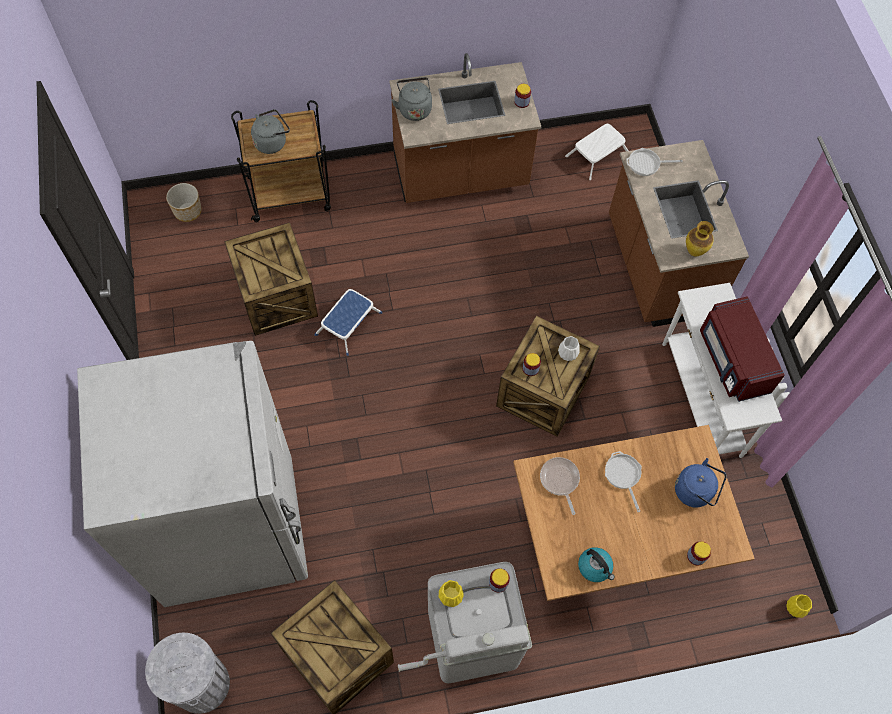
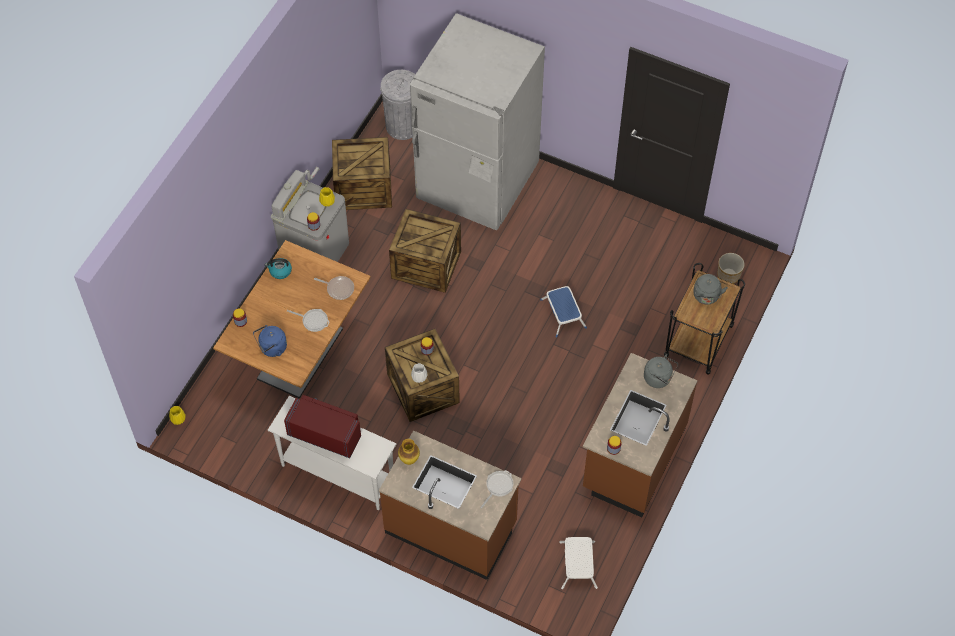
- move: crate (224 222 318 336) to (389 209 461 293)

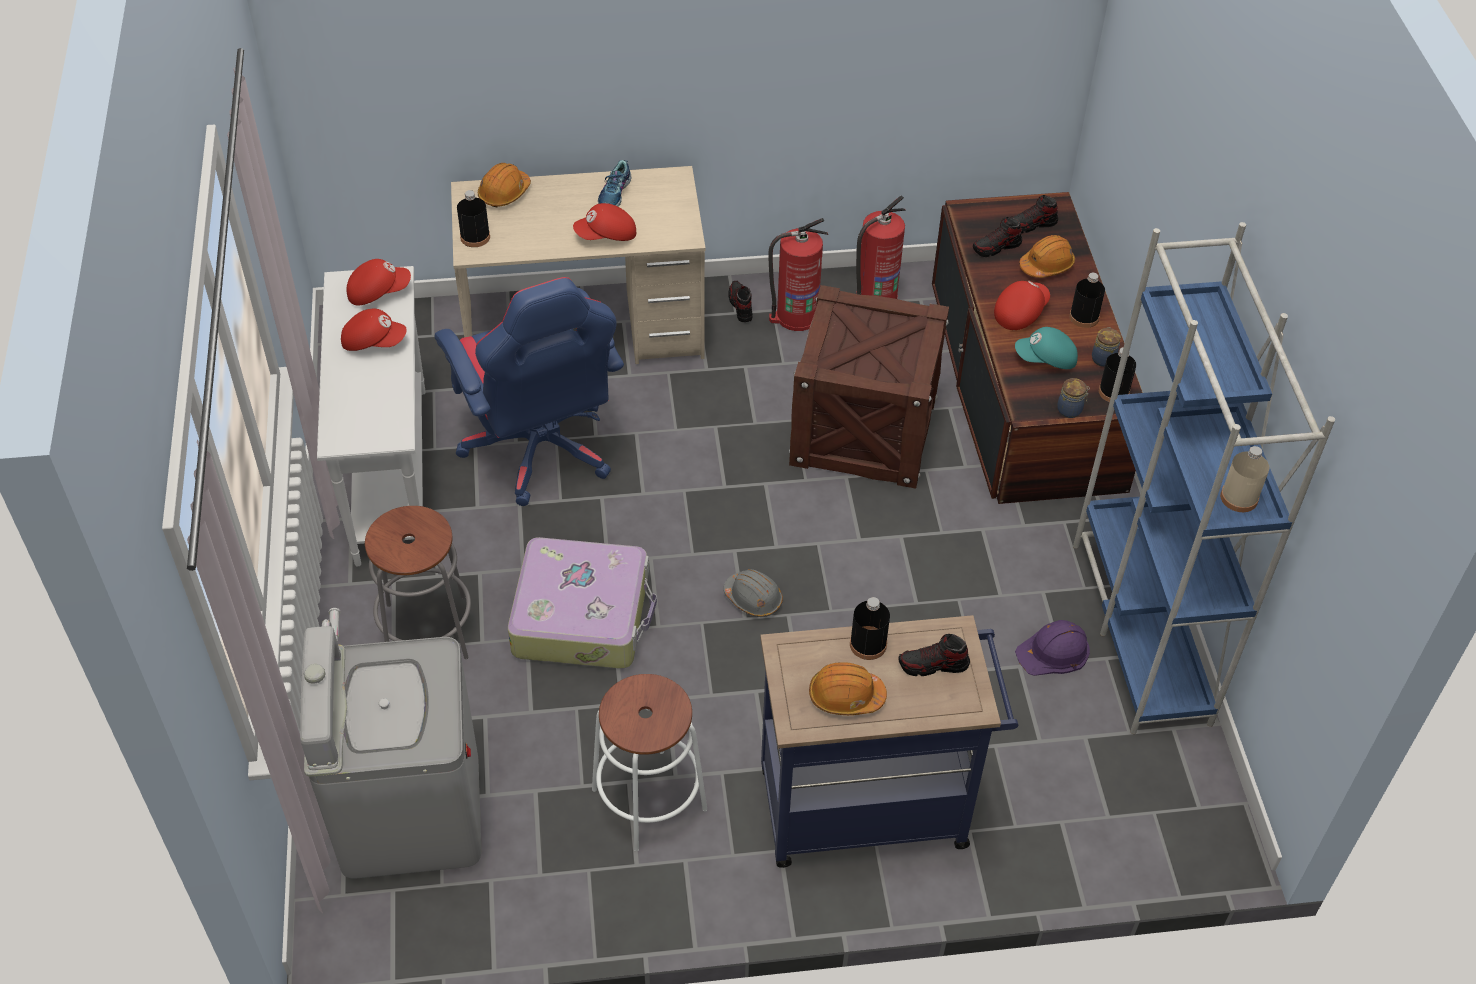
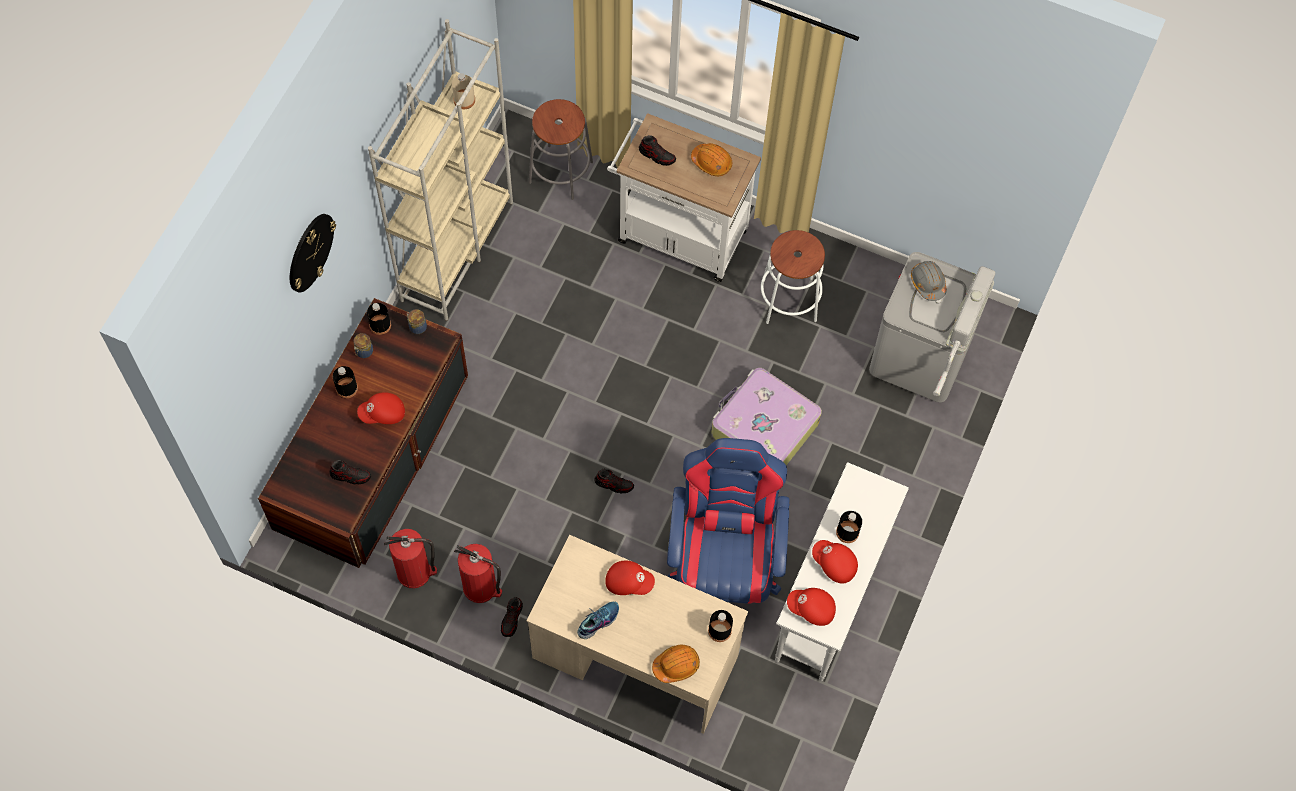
- move: stool (grey) (365 506 471 659) to (529 99 593 200)
- move: hard hat (grey) (723 569 783 617) to (911 261 947 301)
- recolor: cart (blue) (760 615 1018 868) to cart (white) (607 113 761 283)
- delete: crate (789 285 949 489)
- move: bottle (black) (850 597 890 660) to (836 511 862 543)
- move: shoe (1011 195 1058 233) to (594 468 634 493)
- delete: cap (turquoise) (1015 327 1078 369)
- delete: hard hat (purple) (1015 620 1090 676)
- delete: hard hat (orange) (1019 235 1075 278)
- recolor: bookcase (blue) (1073 222 1335 734) to bookcase (beige) (368 19 513 321)
- insert: wall clock (290 214 336 292)

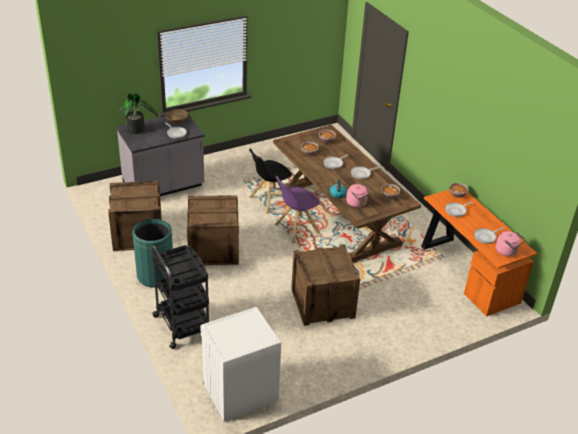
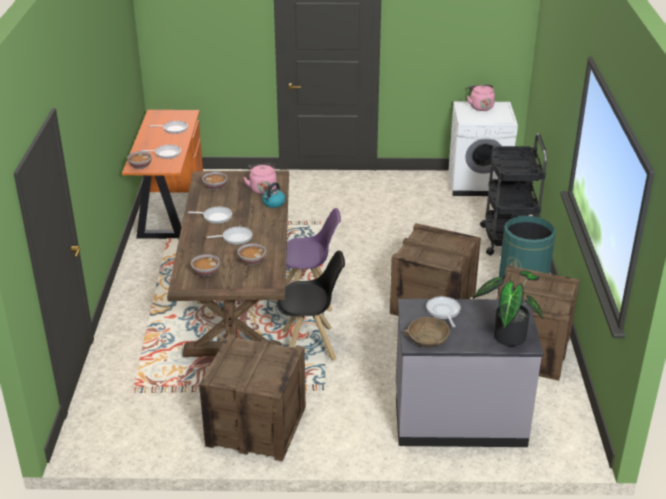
- move: crate (291 244 360 326) to (199 334 306 462)
- move: kettle (pink) (496 231 526 256) to (467 84 495 111)

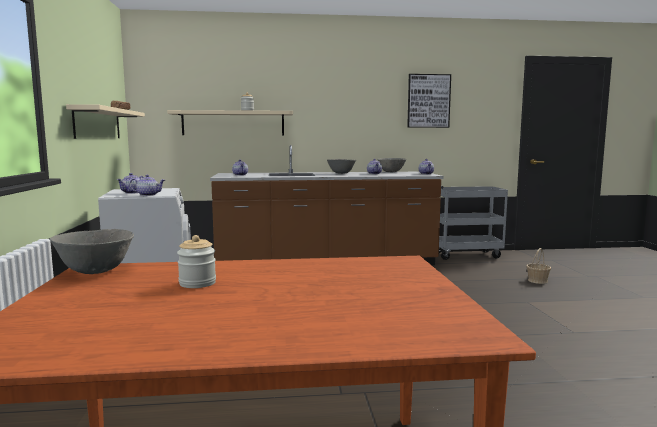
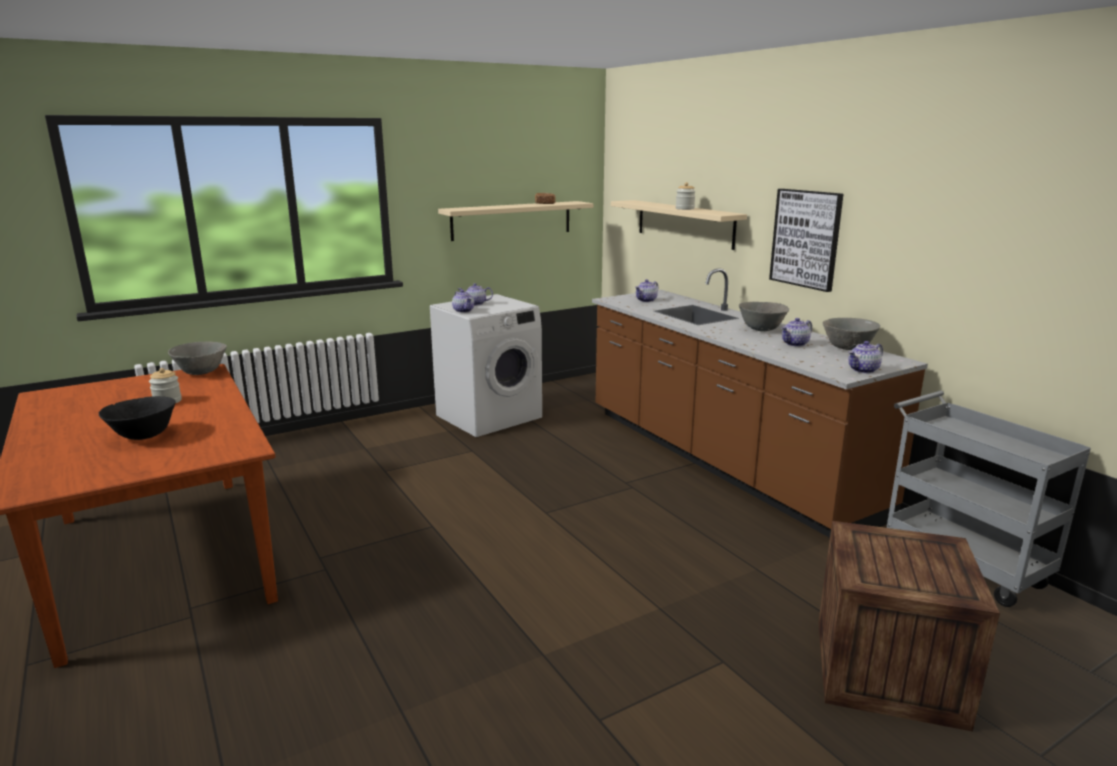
- move: picture (407 74 451 128) to (769 189 843 292)
- replace: basket (526 248 551 284) to crate (819 521 1000 732)
- insert: bowl (black) (99 396 175 440)

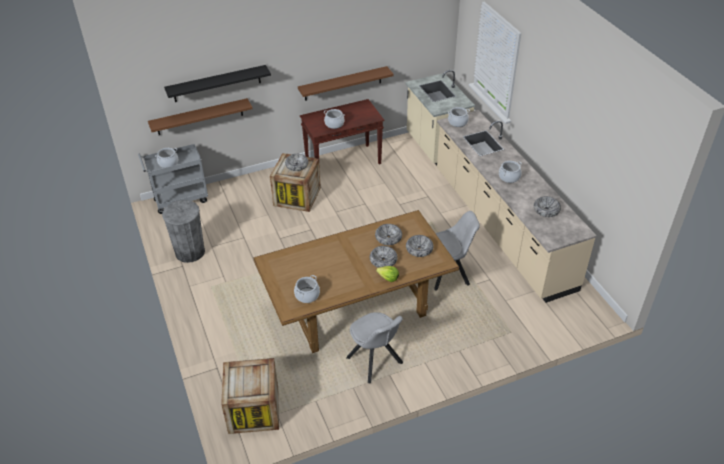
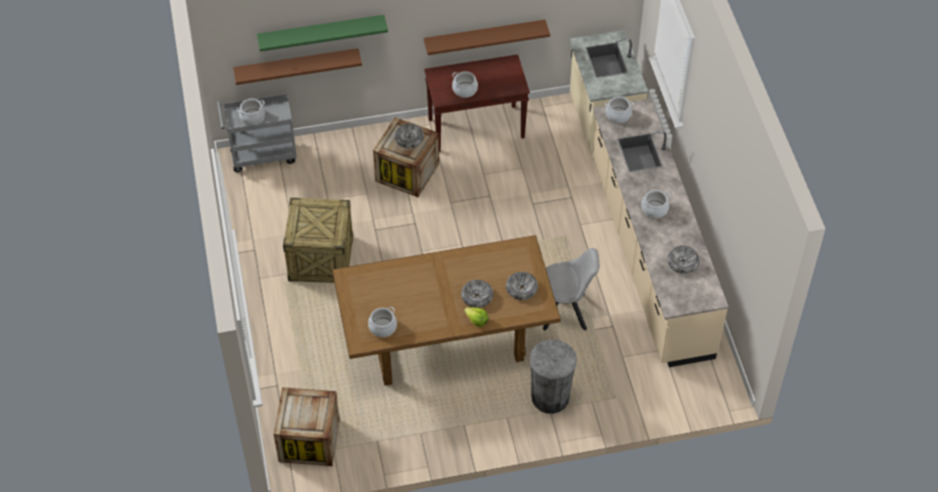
- move: trash can (grey) (162 200 205 263) to (529 340 577 414)
- recolor: shelf (black) (164 65 271 102) to shelf (green) (257 15 388 52)
- delete: chair (grey) (346 312 403 384)
- delete: bowl (375 224 402 245)
- insert: crate (283 198 353 283)

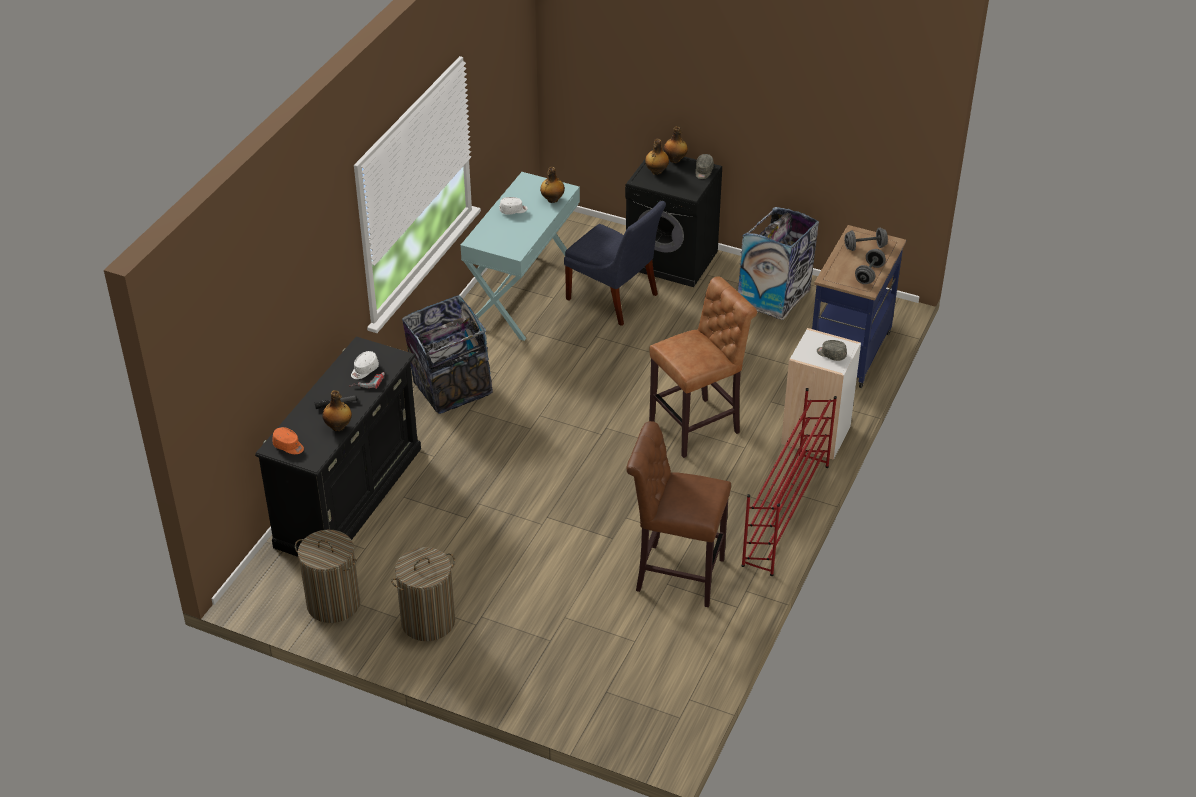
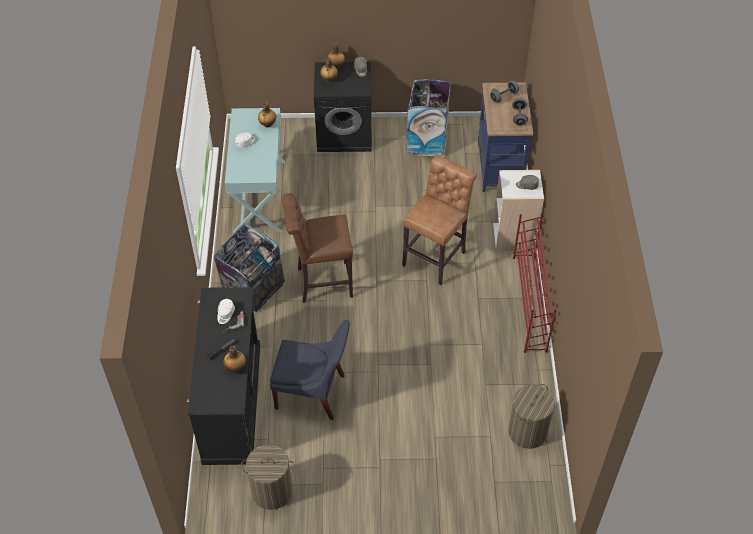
- delete: cap (orange) (272 427 304 454)
- move: laundry basket (391 547 455 641) to (508 384 555 449)
- move: chair (blue) (564 201 666 326) to (270 320 350 420)
- move: stool (brown) (626 421 731 607) to (283 193 353 303)

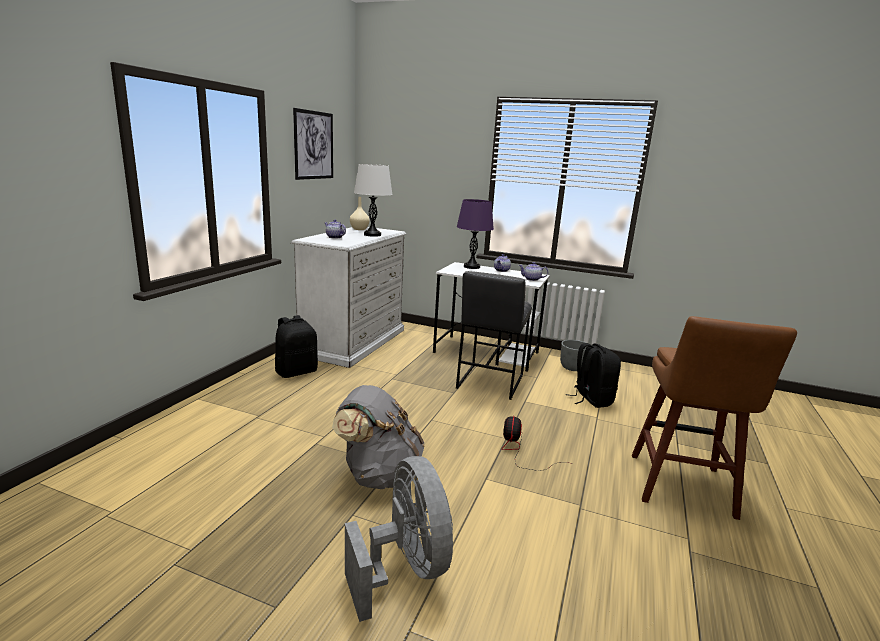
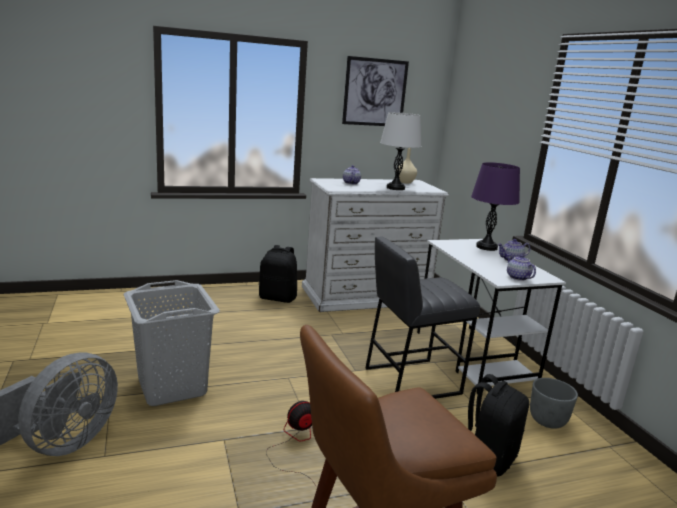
- replace: backpack (grey) (332 385 425 489) to laundry basket (grey) (123 280 220 406)

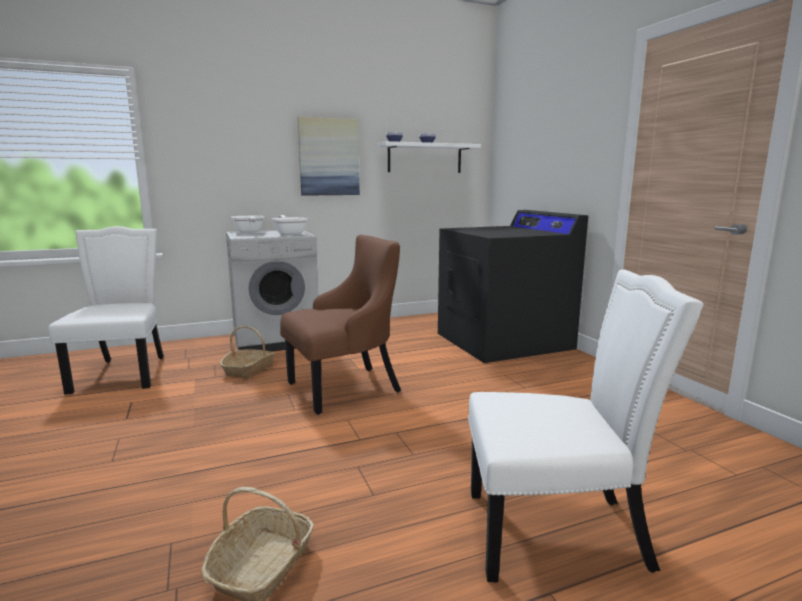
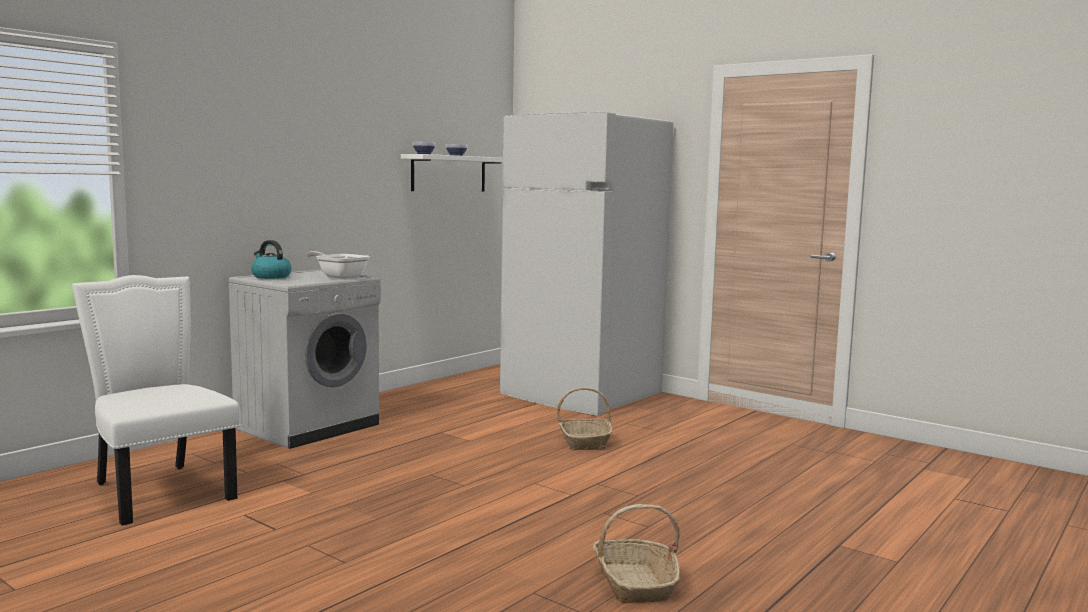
- move: basket (220 326 276 378) to (557 388 613 450)
- replace: frying pan (231 215 264 233) to kettle (251 240 291 279)
- delete: chair (brown) (280 235 401 415)
- delete: picture (298 117 360 196)
- replace: washing machine (black) (438 210 588 363) to fridge (white) (500 112 674 416)
- delete: chair (white) (468 269 704 582)

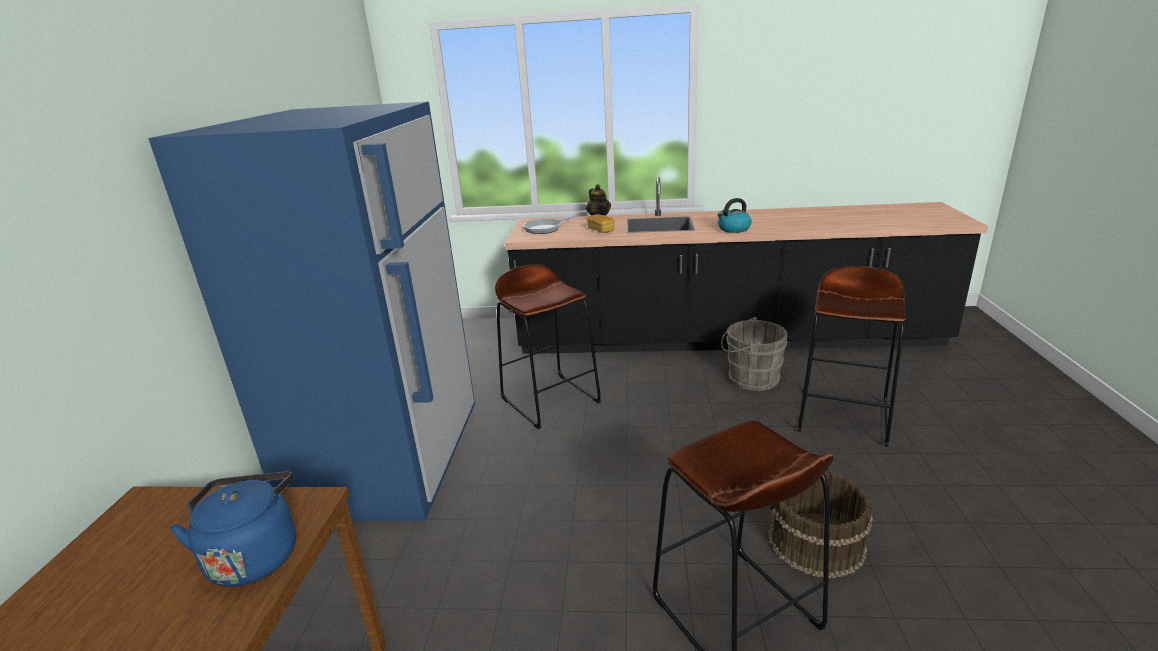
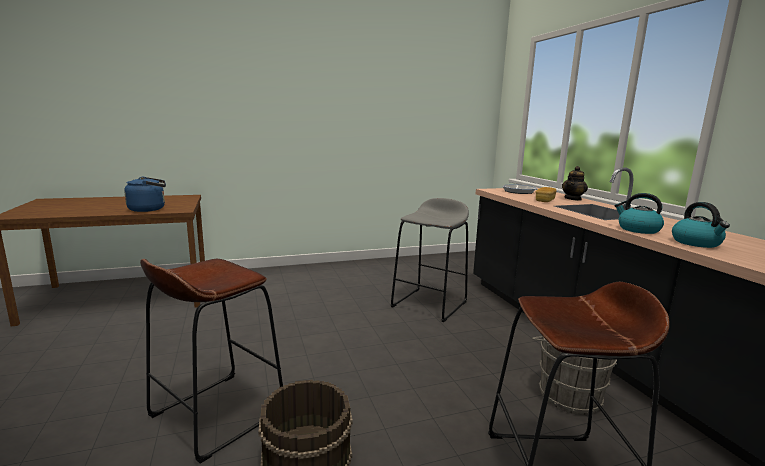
- delete: fridge (blue) (148 101 475 521)
- recolor: stool (brown) (495 265 601 429) to stool (grey) (391 198 469 322)
- insert: kettle (672 202 730 248)

